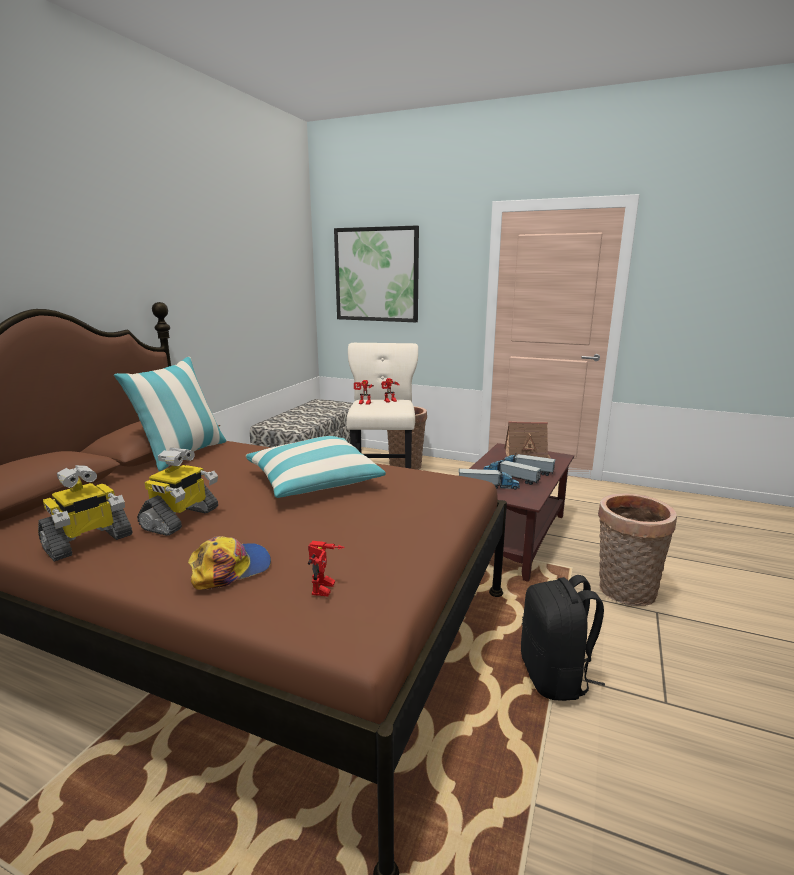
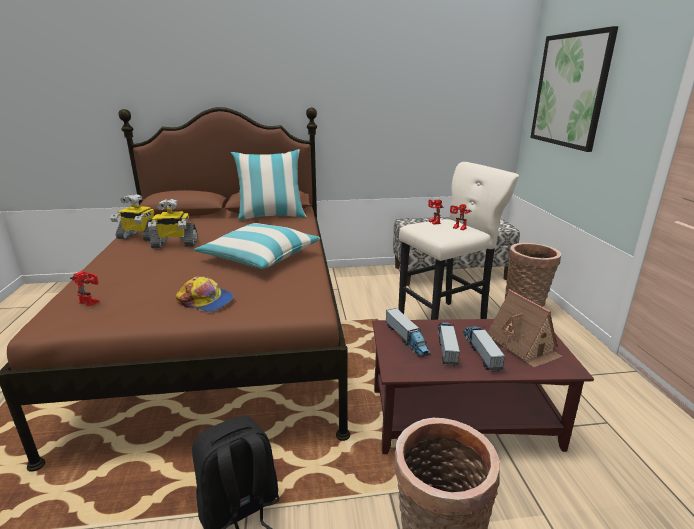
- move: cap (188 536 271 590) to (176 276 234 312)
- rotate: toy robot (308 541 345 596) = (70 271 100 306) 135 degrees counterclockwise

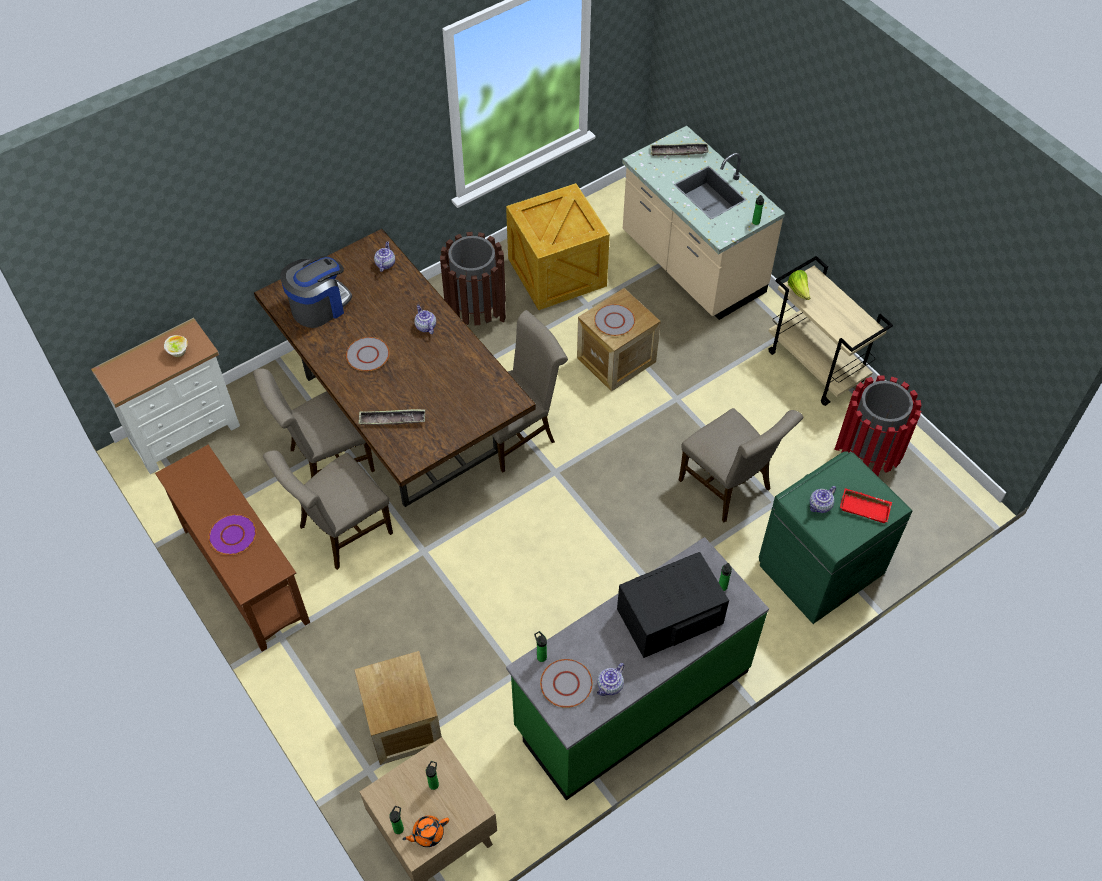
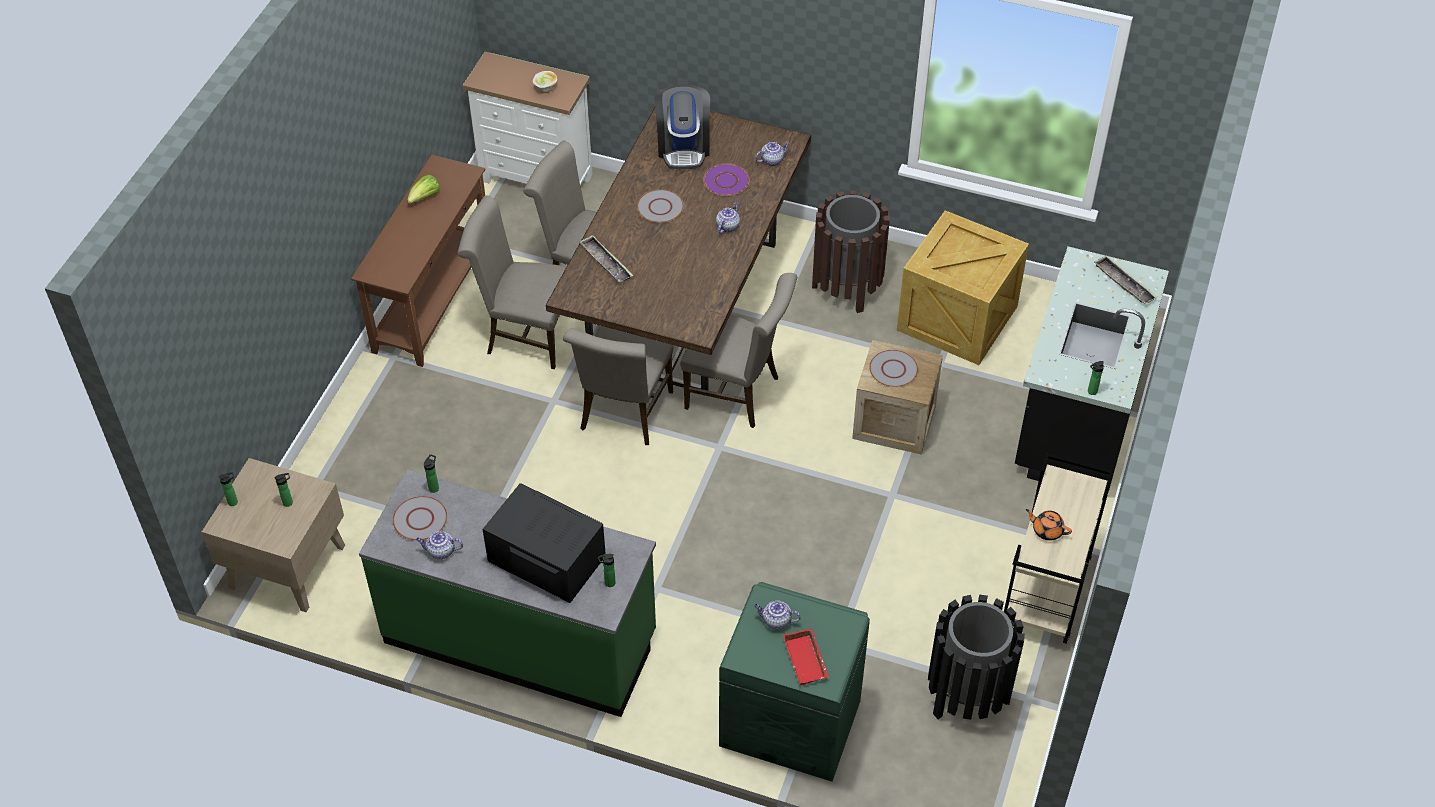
- move: plate (purple) (209 514 256 555) to (703 163 750 196)
- rotate: coffee machine (280 256 352 328) = (654 84 710 169) 75 degrees clockwise
- delete: crate (354 651 442 765)
- move: teapot (orange) (402 816 449 847) to (1026 509 1072 541)
- recolor: counter (beige) (622 126 785 320) to counter (black) (1015 246 1169 496)
- move: chair (beige) (679 408 803 523) to (563 326 674 445)
- move: lettuce (788 270 810 300) to (407 175 440 204)
- recolor: trash can (red) (834 375 922 476) to trash can (black) (928 594 1025 720)

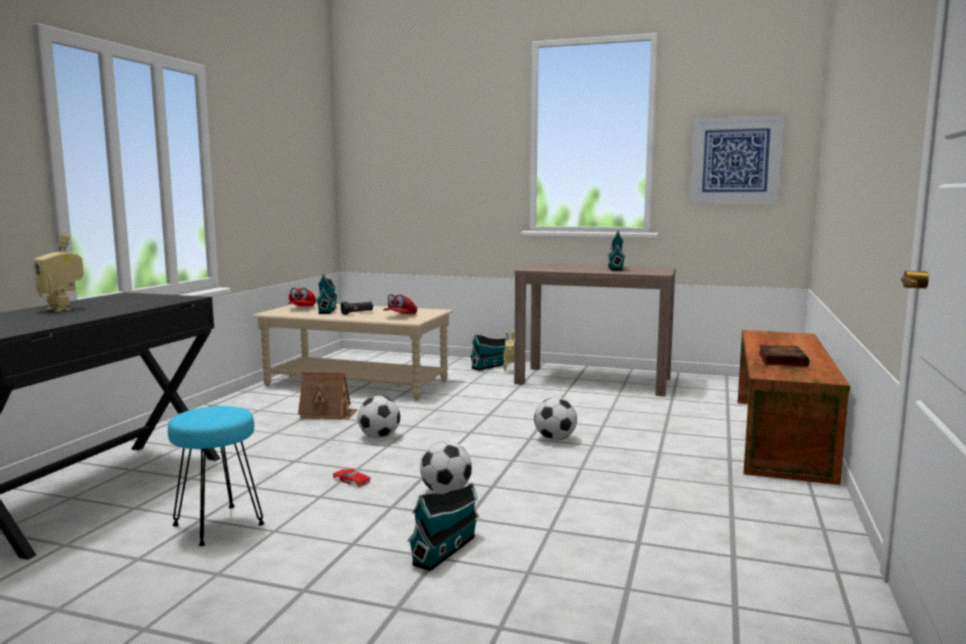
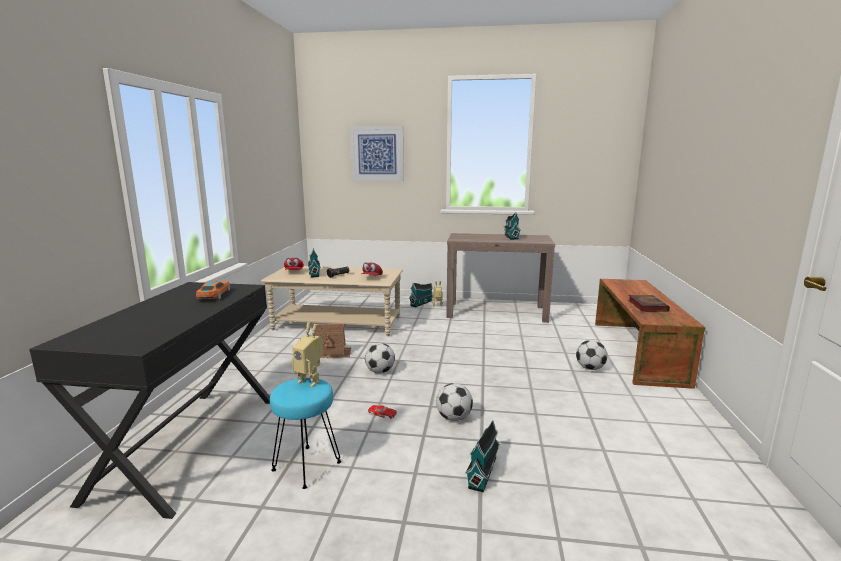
- move: toy robot (34 235 84 312) to (292 323 324 387)
- move: football (534 397 577 440) to (576 340 608 370)
- move: picture (690 115 784 203) to (350 126 404 181)
- insert: toy car (196 281 230 300)

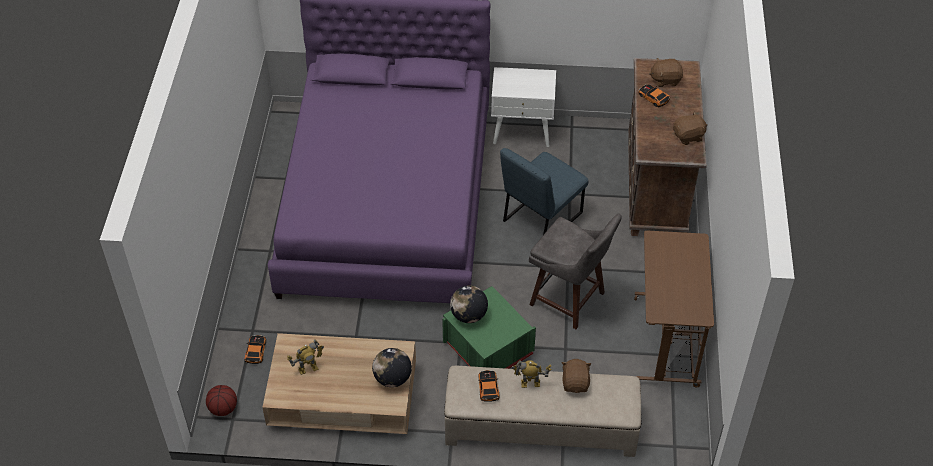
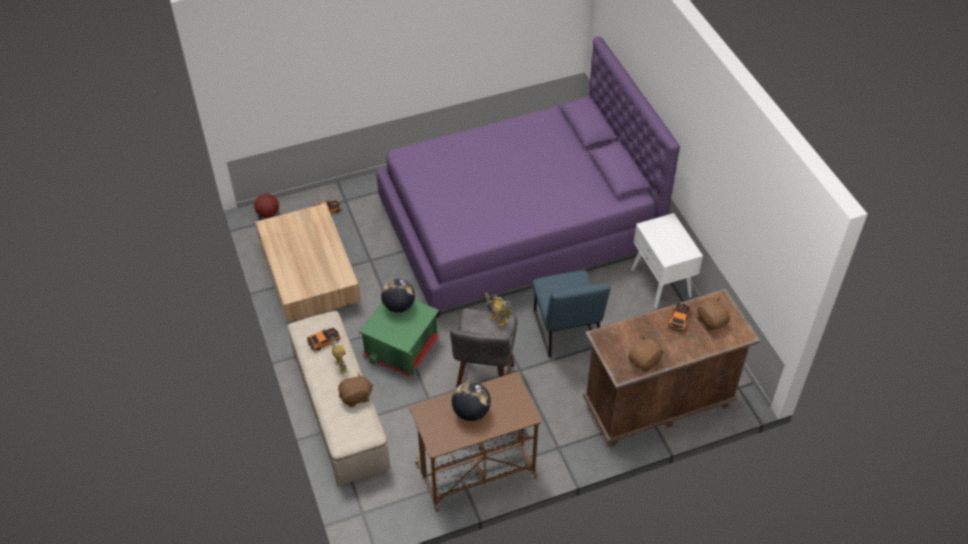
- move: toy robot (287 339 324 375) to (485 292 513 327)
- move: globe (372 348 412 387) to (452 382 491 421)
- rotate: chair (blue) (500 148 588 235) = (532 271 610 358) 120 degrees counterclockwise
- rotate: plush toy (brown) (673 112 707 145) = (628 335 664 372) 90 degrees counterclockwise

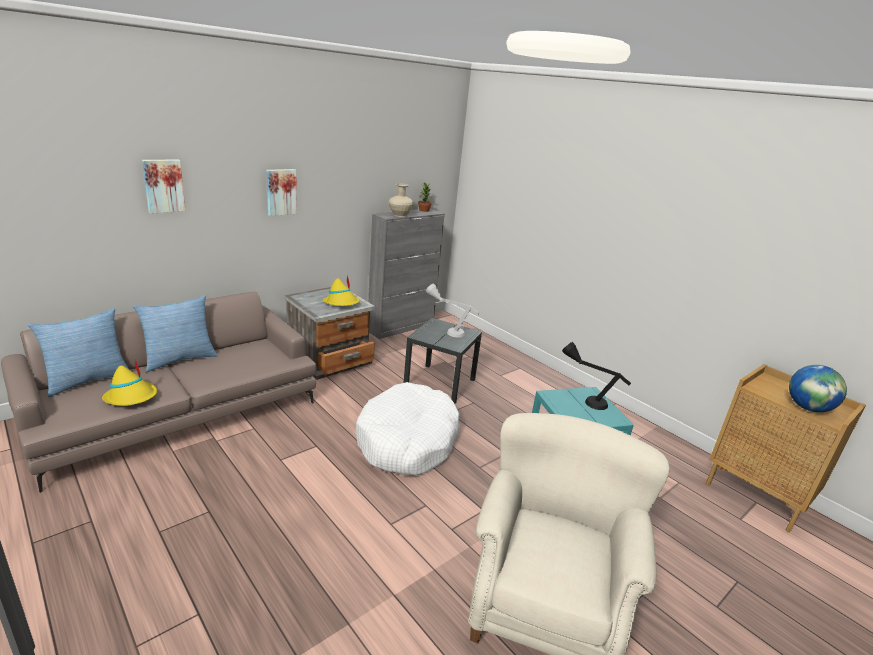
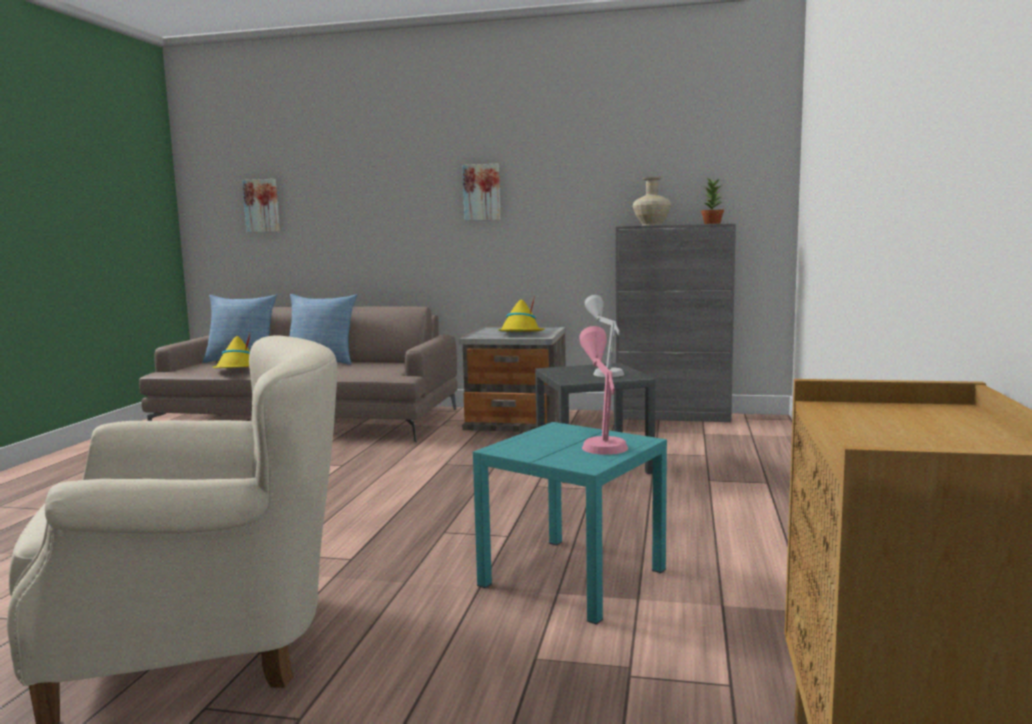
- move: picture (142 159 186 214) to (242 179 280 232)
- delete: dog bed (white) (356 382 460 475)
- recolor: table lamp (black) (562 342 631 410) to table lamp (pink) (579 326 628 455)
- delete: globe (789 365 847 412)

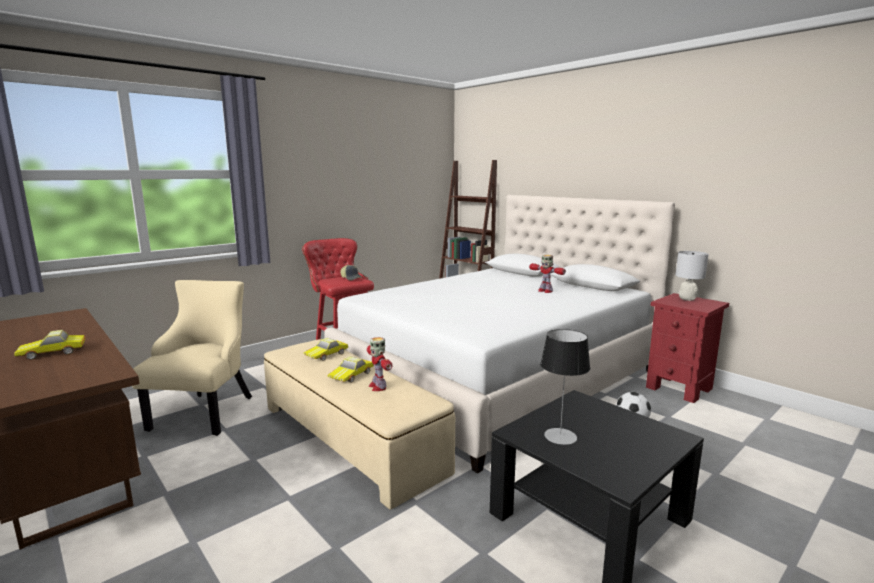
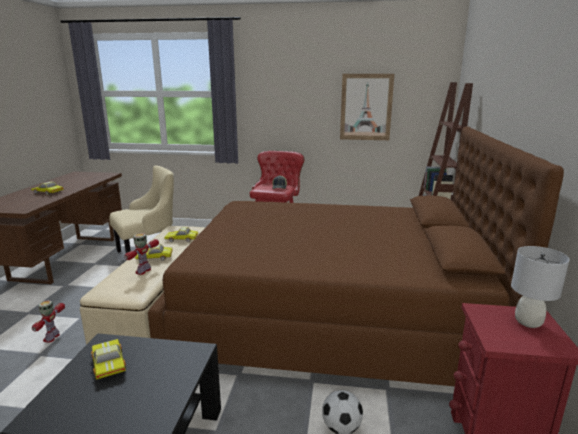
- recolor: bed (white) (324 195 675 474) to bed (brown) (148 126 564 386)
- move: toy robot (529 255 566 293) to (32 300 65 343)
- replace: table lamp (540 329 590 445) to toy car (91 339 126 379)
- insert: picture (340 74 394 140)

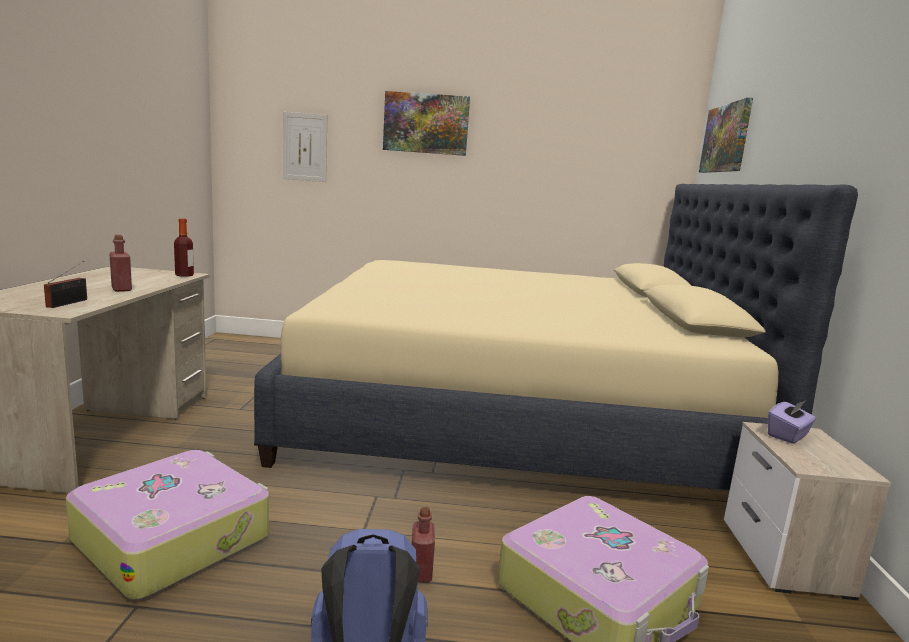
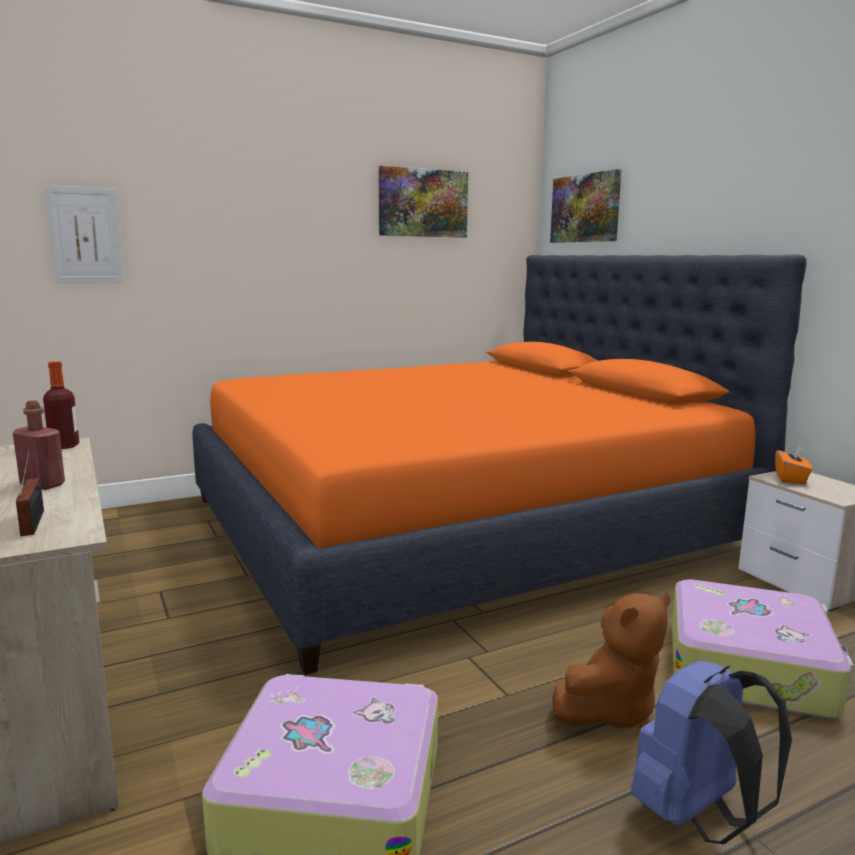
- recolor: bed (beige) (254 184 858 490) to bed (orange) (192 255 807 675)
- move: picture (383 91 470 156) to (379 166 468 238)
- replace: bottle (red) (412 507 435 583) to plush toy (brown) (552 593 670 729)
- recolor: tissue box (purple) (767 400 816 444) to tissue box (orange) (775 446 812 484)

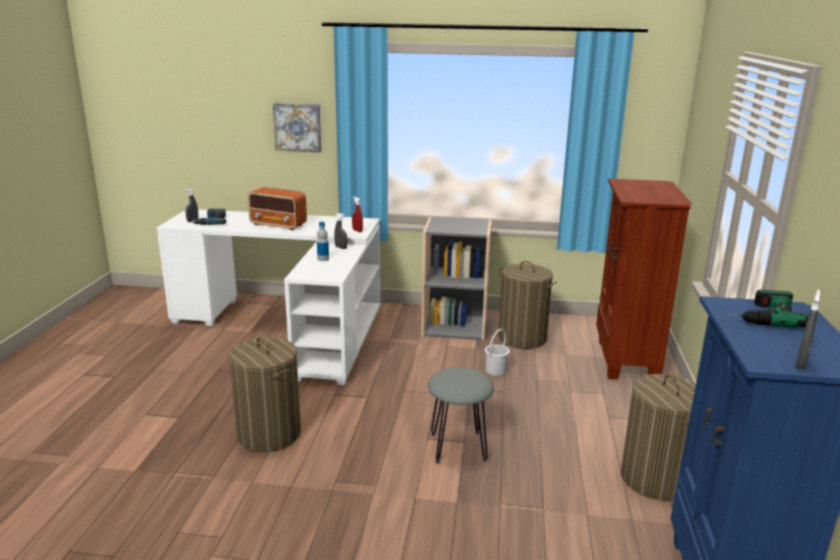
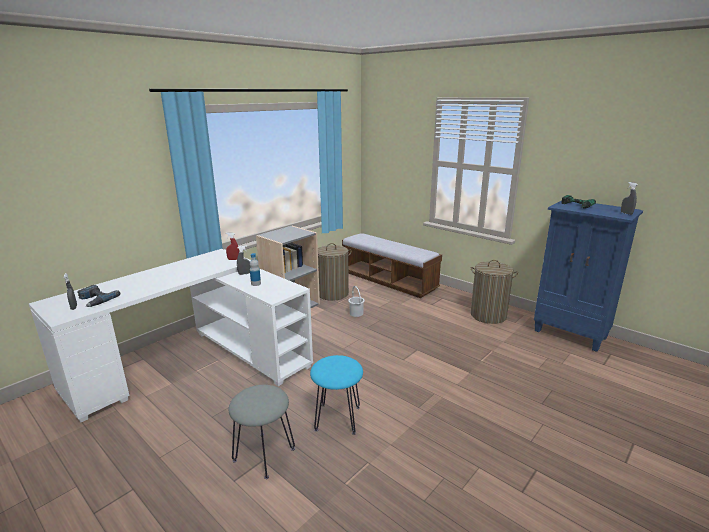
- replace: laundry basket (228 337 301 452) to stool (turquoise) (310 355 363 435)
- delete: radio (247 187 307 230)
- delete: picture (273 103 321 153)
- move: stool (grey) (428 367 494 464) to (229 385 295 479)
- replace: cabinet (brown) (596 178 693 379) to bench (342 233 442 298)

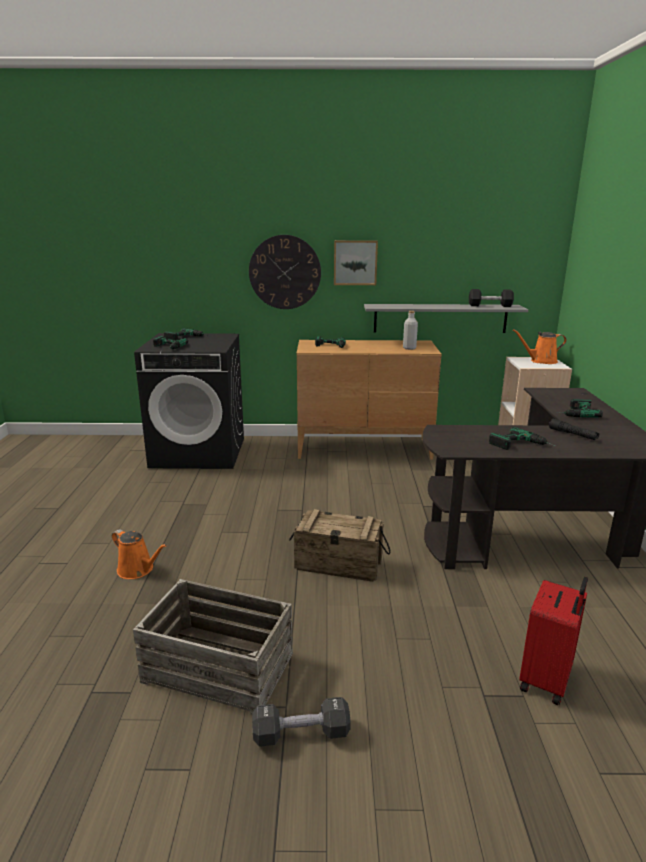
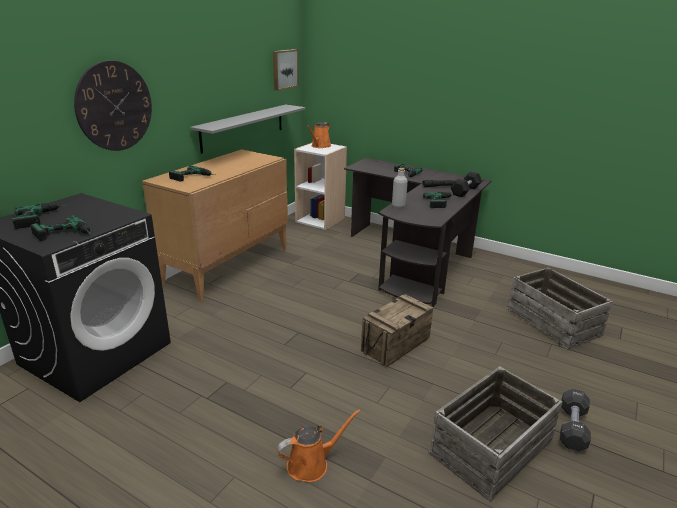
- move: picture (334 240 378 285) to (273 49 299 91)
- move: bottle (grey) (403 311 418 350) to (392 168 408 208)
- move: dumbbell (black) (469 289 514 307) to (451 172 482 197)
- replace: suitcase (red) (519 577 588 705) to crate (506 267 613 350)

